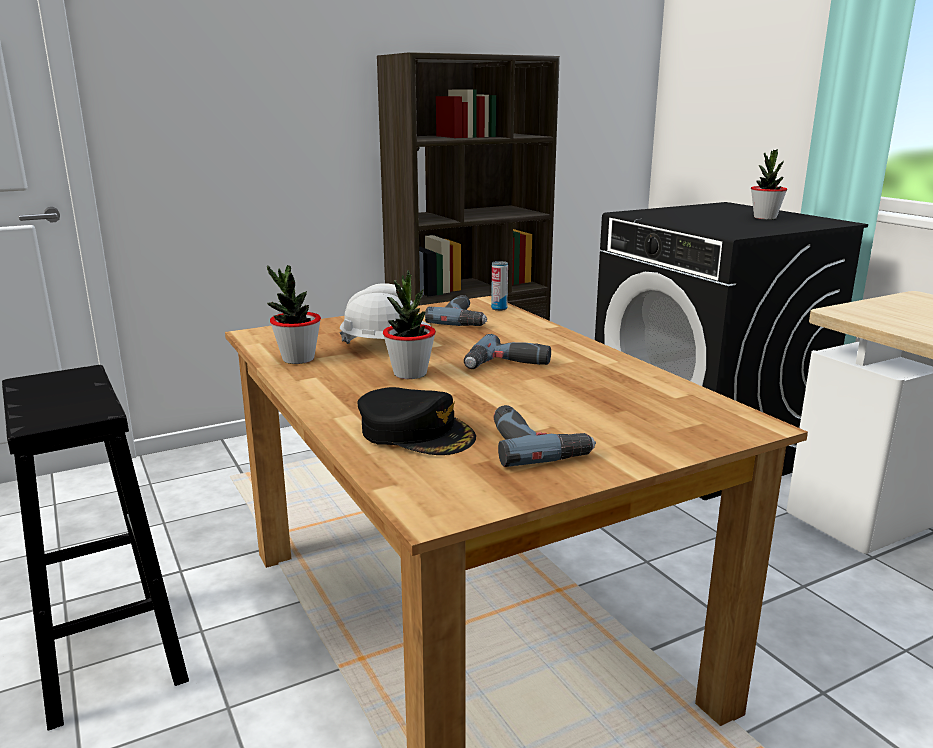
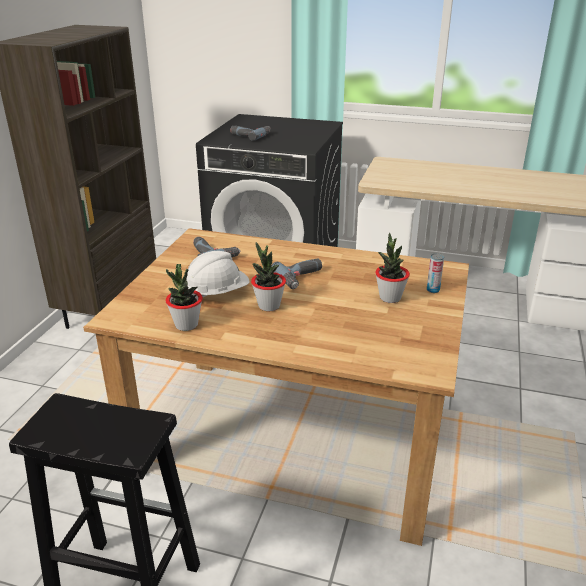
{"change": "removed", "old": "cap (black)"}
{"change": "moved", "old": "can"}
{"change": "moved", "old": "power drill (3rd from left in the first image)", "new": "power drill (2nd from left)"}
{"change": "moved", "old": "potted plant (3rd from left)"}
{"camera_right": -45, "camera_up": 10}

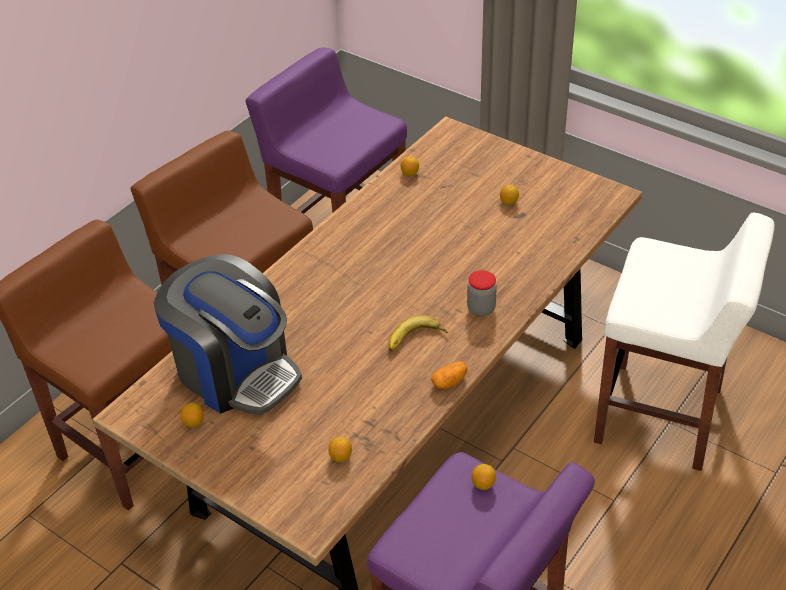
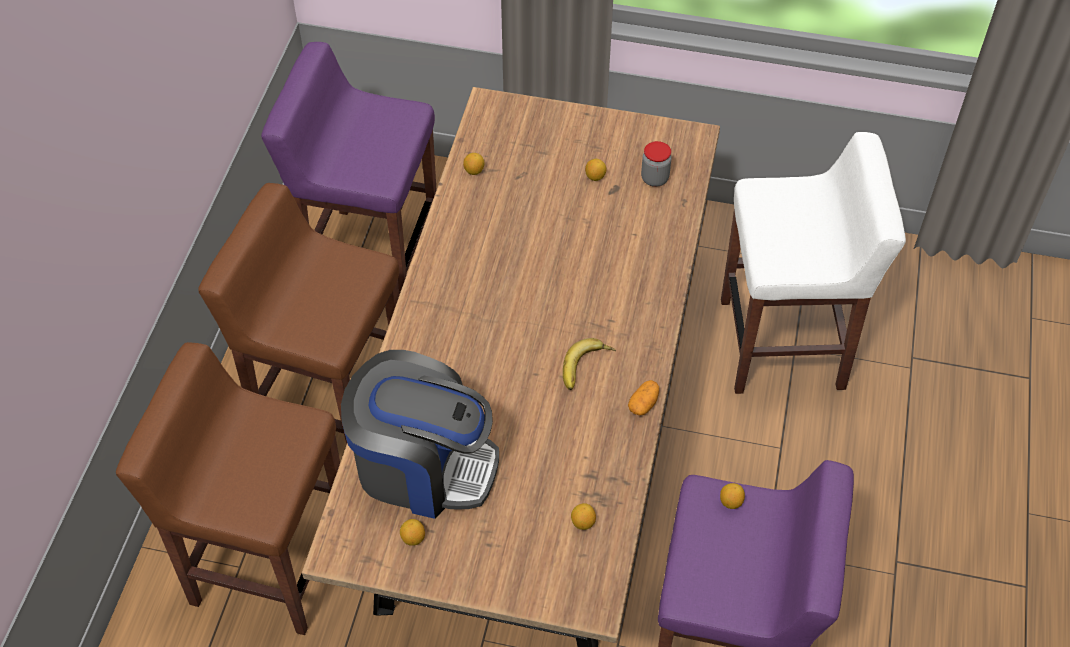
{"change": "moved", "old": "jar"}
{"camera_right": -25, "camera_up": 10}

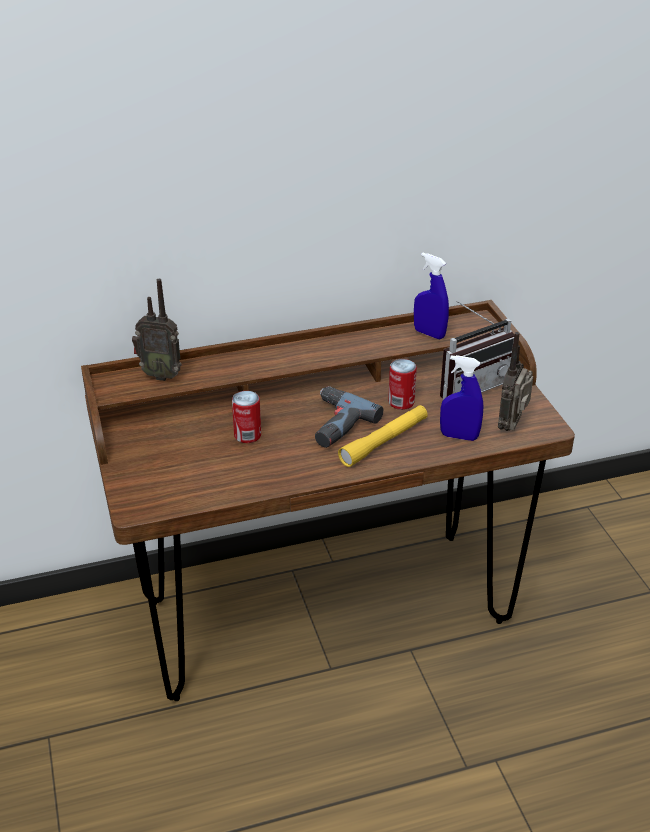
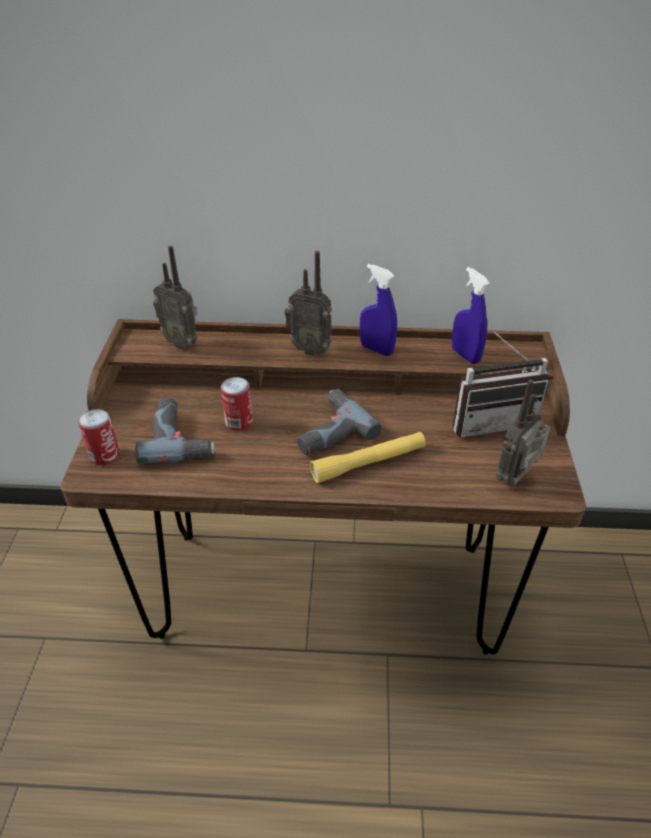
{"change": "moved", "old": "can (2nd from left in the first image)", "new": "can (1st from left)"}
{"change": "moved", "old": "spray bottle (blue) (2nd from left in the first image)", "new": "spray bottle (blue) (1st from left)"}
{"change": "added", "new": "power drill (1st from left)"}
{"change": "added", "new": "radio (2nd from left)"}
{"camera_right": 20, "camera_up": 5}

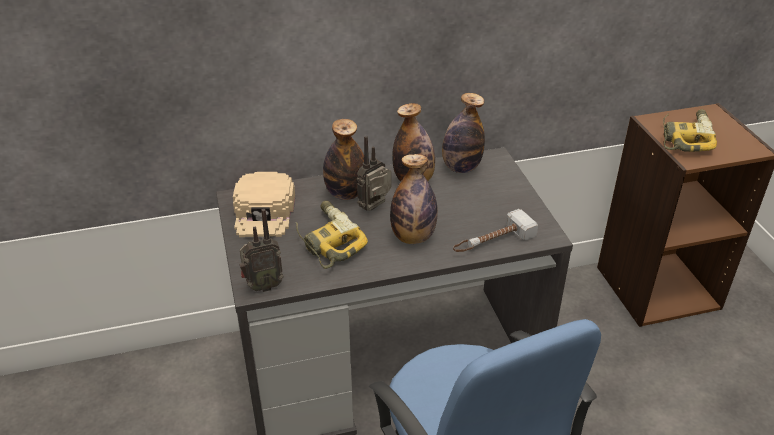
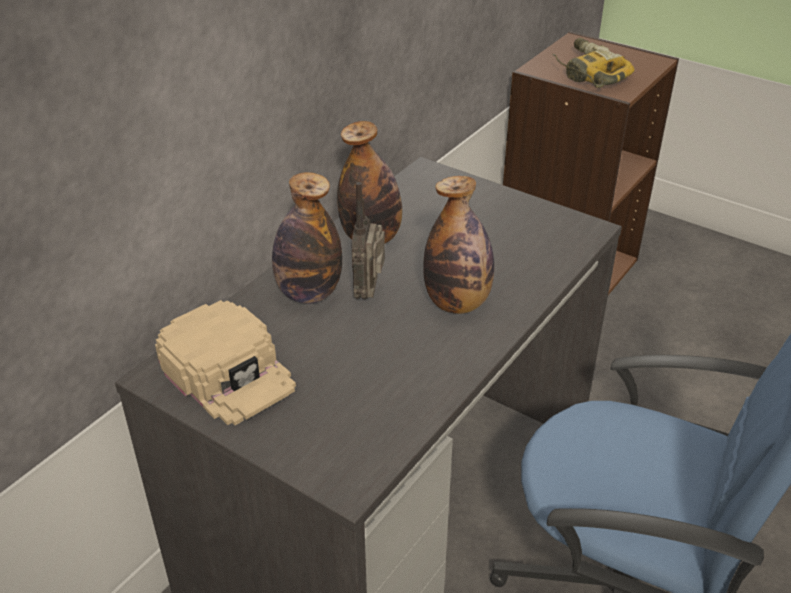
{"change": "removed", "old": "radio (1st from left)"}
{"change": "removed", "old": "power drill (1st from left)"}
{"change": "removed", "old": "bottle (4th from left)"}
{"change": "removed", "old": "hammer"}
{"camera_right": -40, "camera_up": 0}

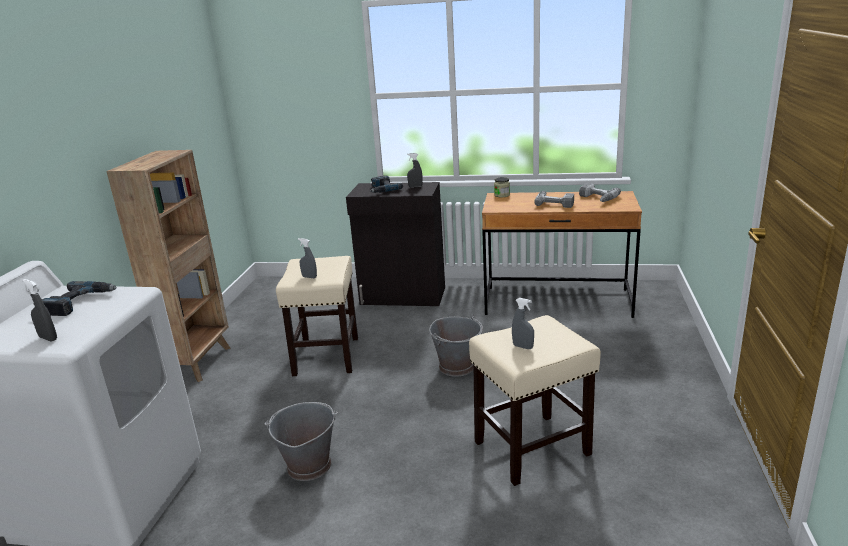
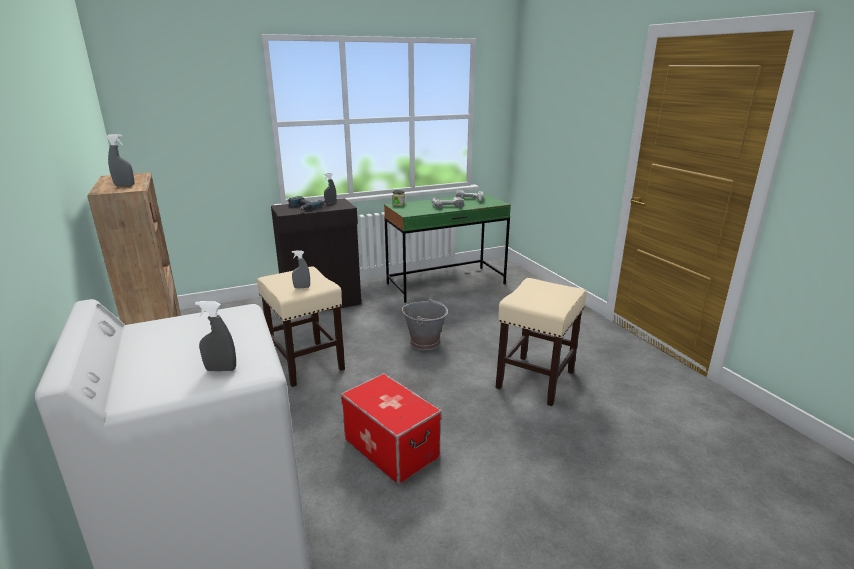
{"change": "removed", "old": "power drill (1st from left)"}
{"change": "replaced", "old": "bucket (grey) (1st from left)", "new": "storage box"}
{"change": "recoloured", "old": "desk (brown)", "new": "desk (green)"}
{"change": "moved", "old": "spray bottle (grey) (4th from left in the first image)", "new": "spray bottle (grey) (1st from left)"}
{"camera_right": -35, "camera_up": 0}

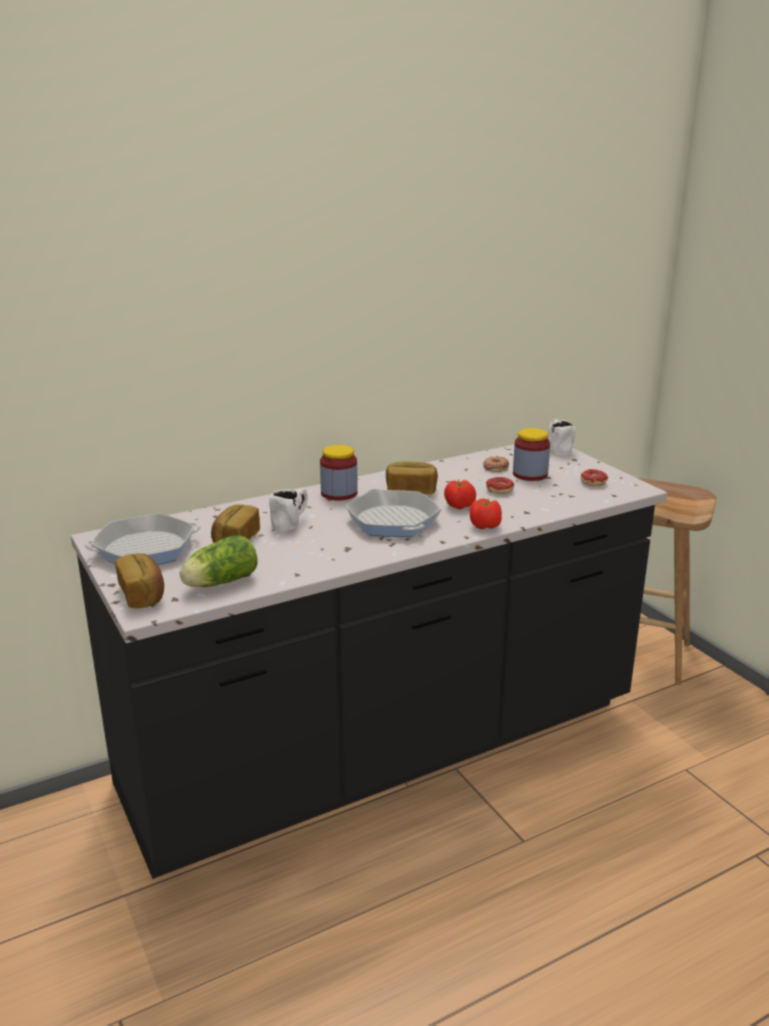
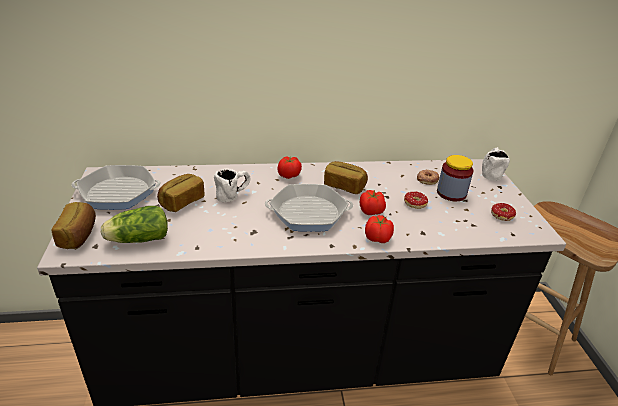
{"change": "replaced", "old": "jar (1st from left)", "new": "tomato (1st from left)"}
{"change": "turned", "old": "frying pan (2nd from left)", "degrees": 90}
{"camera_right": 20, "camera_up": 10}

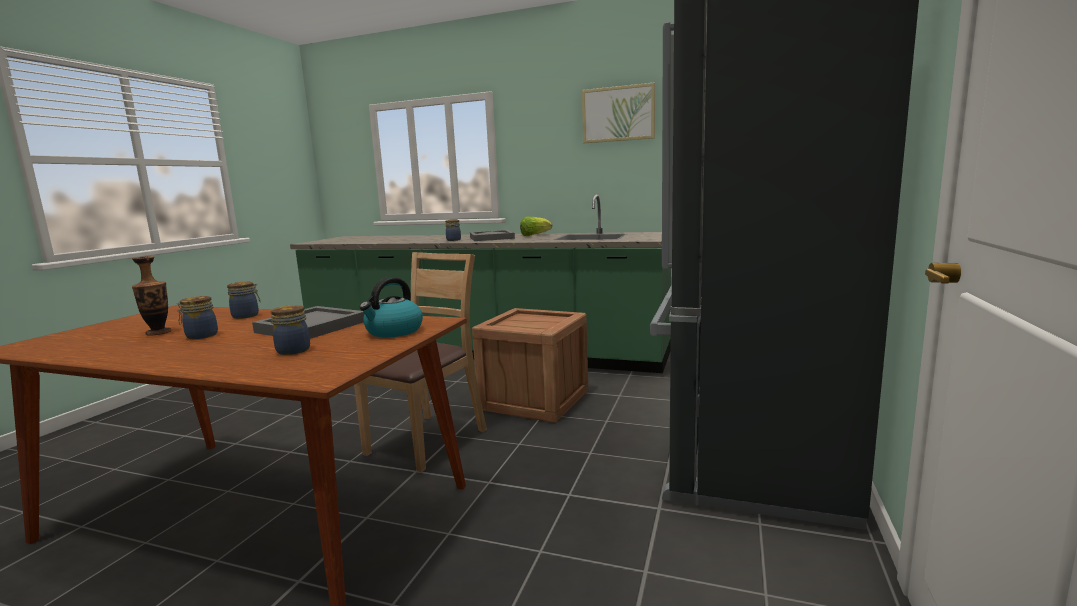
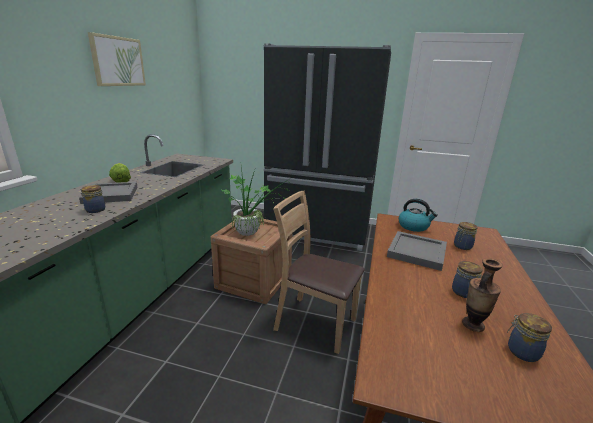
{"change": "moved", "old": "jar (2nd from left in the first image)", "new": "jar (4th from left)"}
{"change": "added", "new": "potted plant"}
{"camera_right": -95, "camera_up": 10}

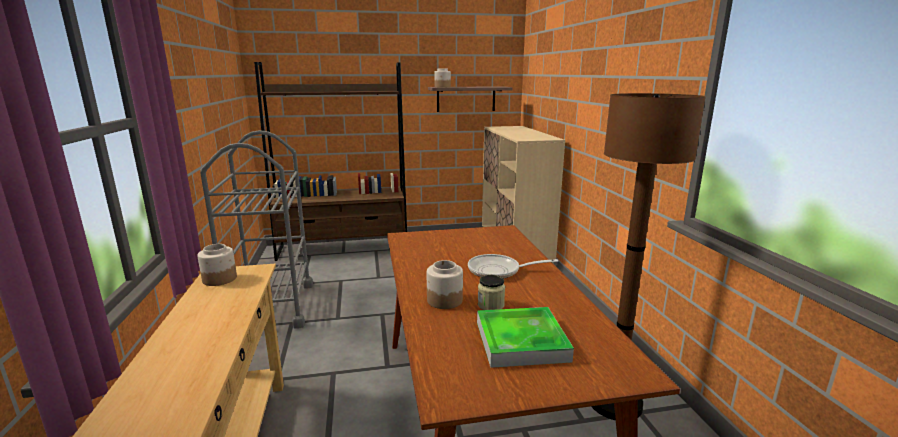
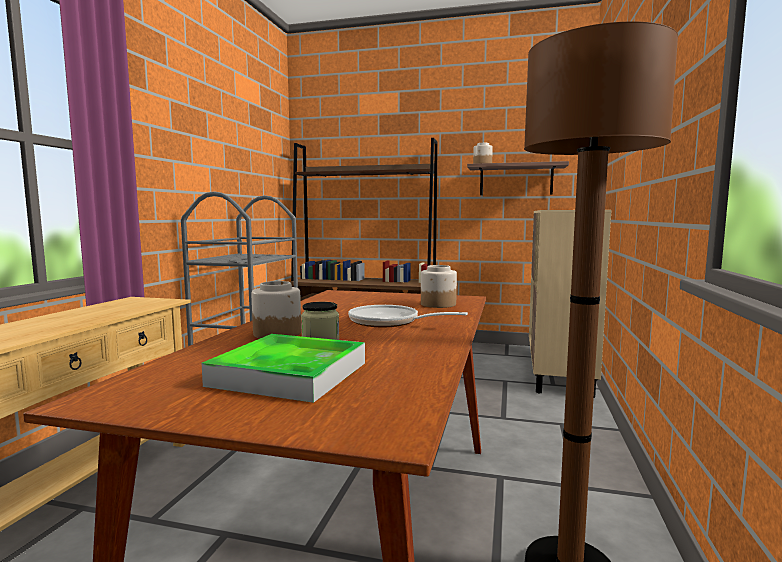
{"change": "moved", "old": "jar (1st from left in the first image)", "new": "jar (3rd from left)"}
{"camera_right": 25, "camera_up": -10}

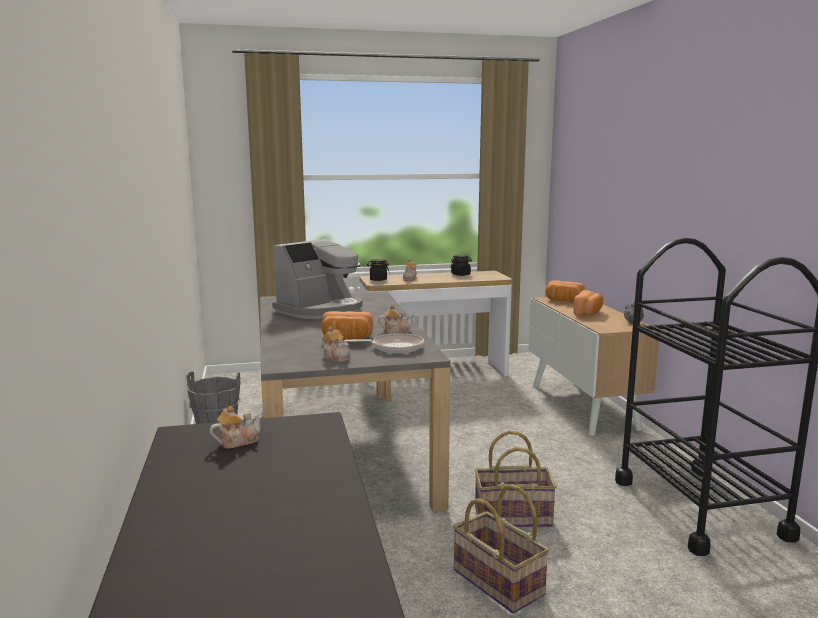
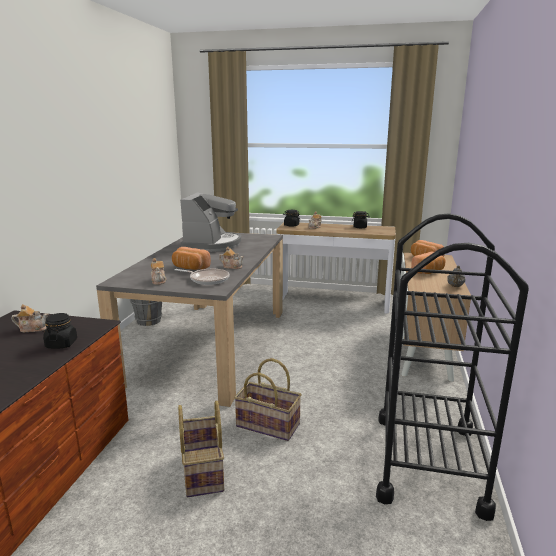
{"change": "turned", "old": "coffee machine", "degrees": -60}
{"change": "added", "new": "jar (black) (1st from left)"}
{"camera_right": 25, "camera_up": 5}

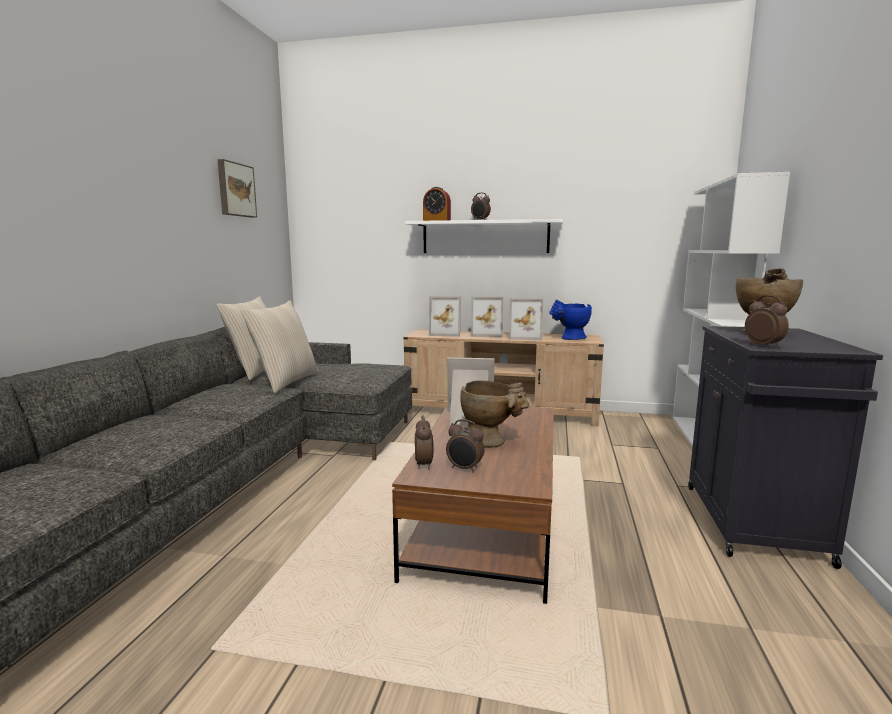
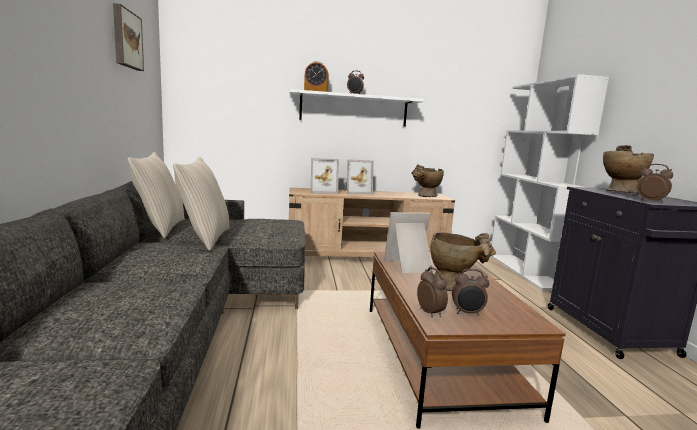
{"change": "removed", "old": "picture frame (4th from left)"}
{"change": "recoloured", "old": "vase (blue)", "new": "vase (beige) (1st from left)"}
{"camera_right": -20, "camera_up": 0}

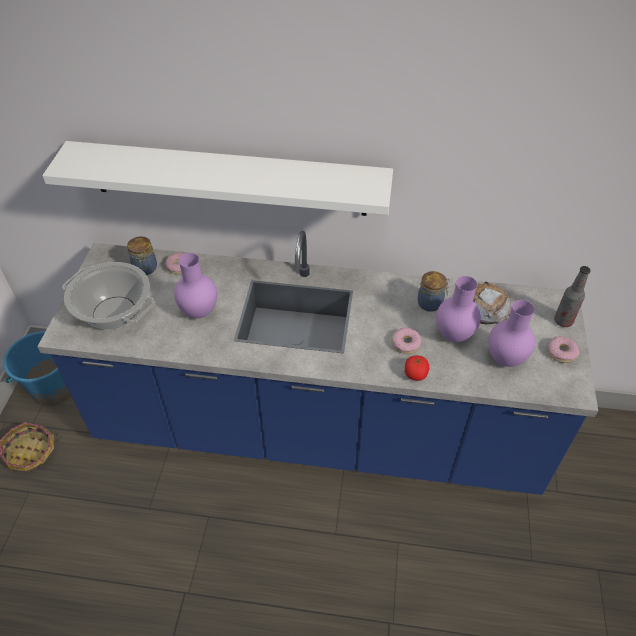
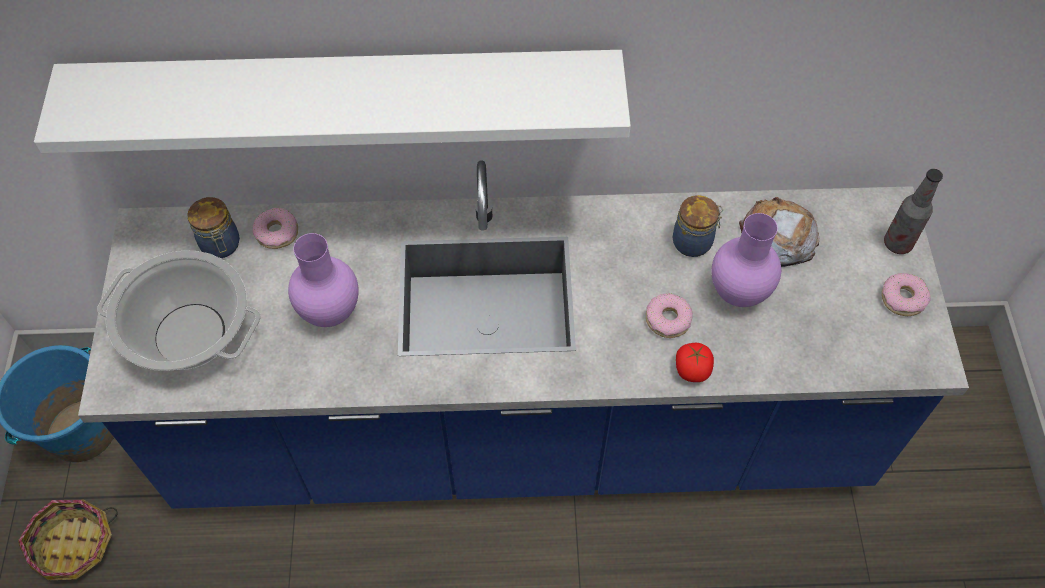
{"change": "removed", "old": "vase (purple) (3rd from left)"}
{"camera_right": -10, "camera_up": 10}

